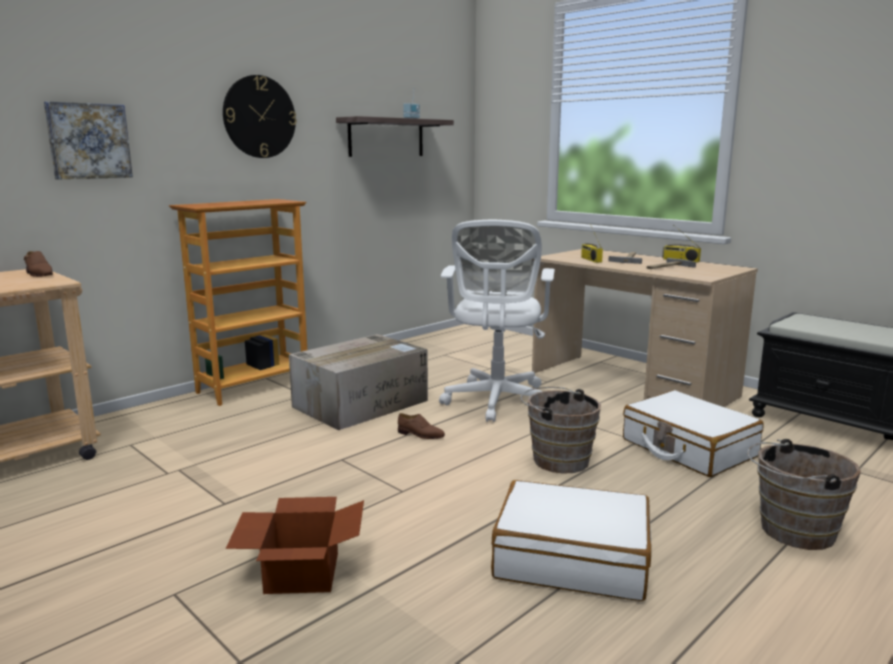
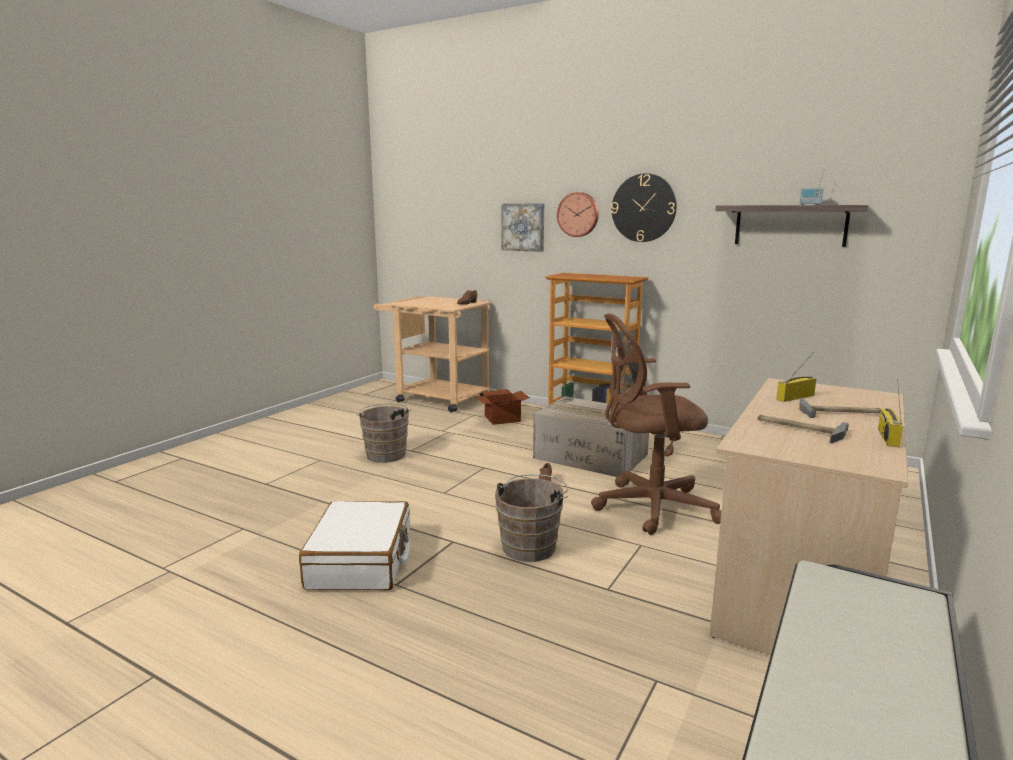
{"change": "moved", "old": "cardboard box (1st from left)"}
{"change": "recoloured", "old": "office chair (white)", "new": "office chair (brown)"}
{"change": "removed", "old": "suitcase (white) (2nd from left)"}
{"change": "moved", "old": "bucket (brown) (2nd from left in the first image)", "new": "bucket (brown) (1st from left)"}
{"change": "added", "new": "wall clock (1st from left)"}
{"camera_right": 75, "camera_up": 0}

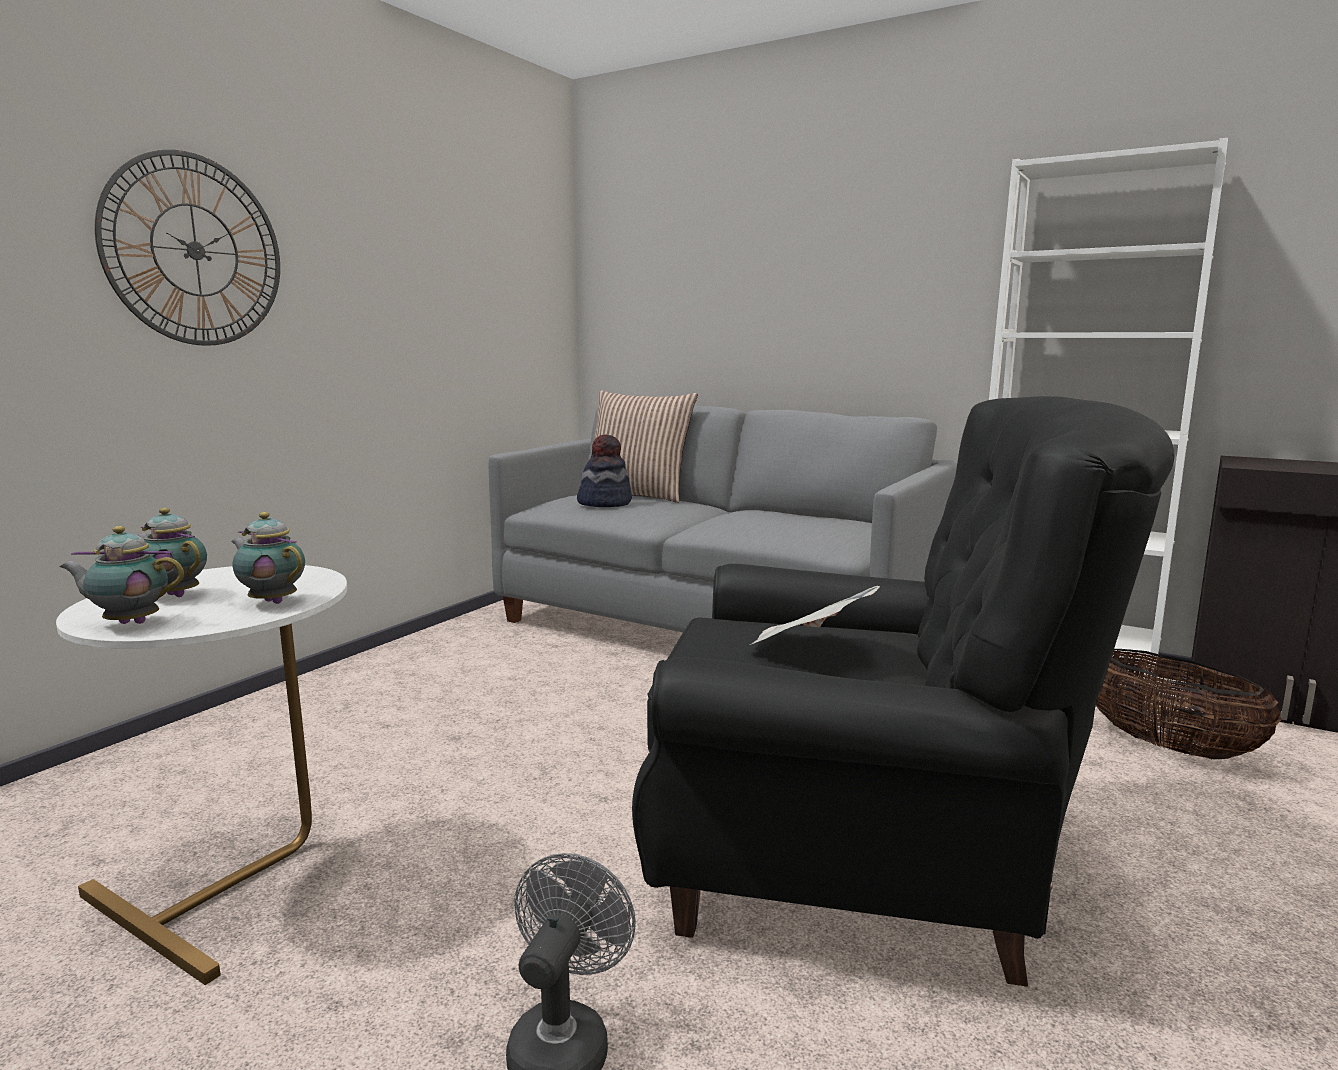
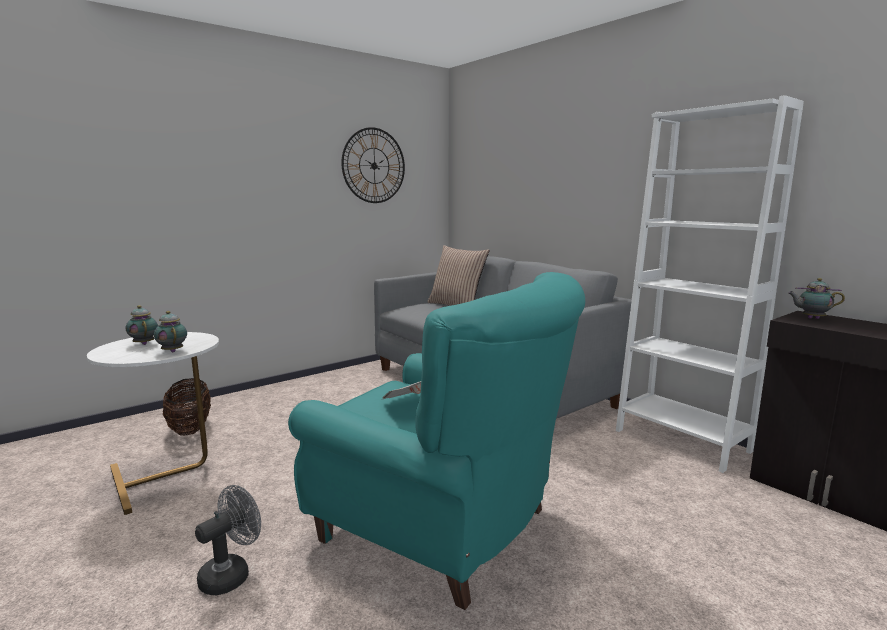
{"change": "moved", "old": "teapot (1st from left in the first image)", "new": "teapot (3rd from left)"}
{"change": "moved", "old": "wall clock"}
{"change": "removed", "old": "hat"}
{"change": "recoloured", "old": "armchair (black)", "new": "armchair (turquoise)"}
{"change": "moved", "old": "basket"}
{"camera_right": 20, "camera_up": 0}

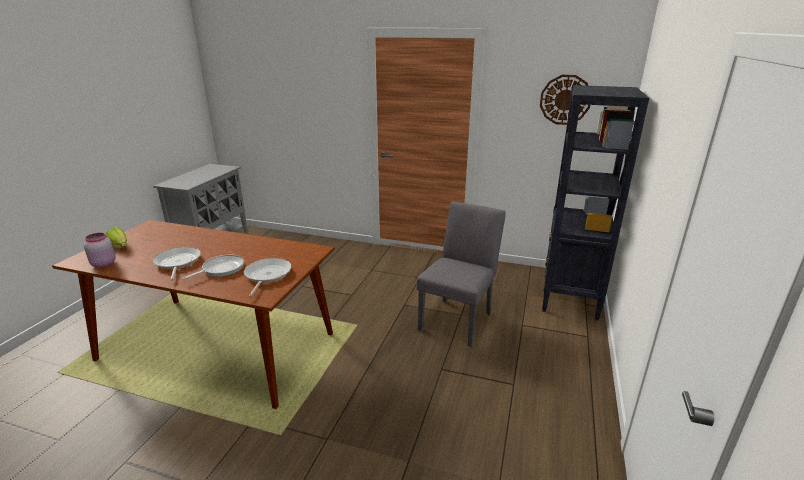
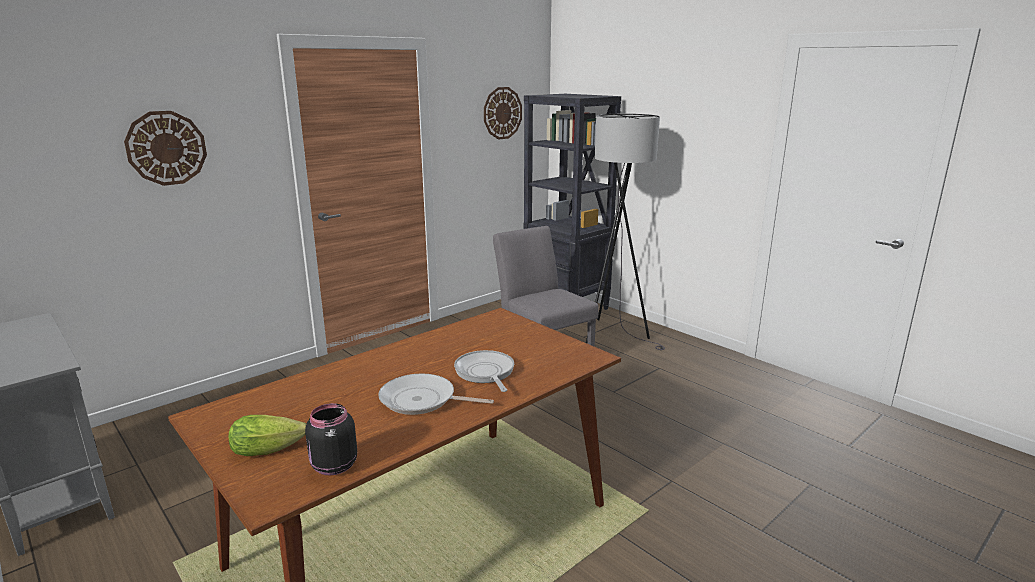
{"change": "recoloured", "old": "jar (pink)", "new": "jar (black)"}
{"change": "removed", "old": "frying pan (3rd from left)"}
{"change": "added", "new": "wall clock (1st from left)"}
{"change": "added", "new": "floor lamp (grey)"}
{"camera_right": -60, "camera_up": -5}

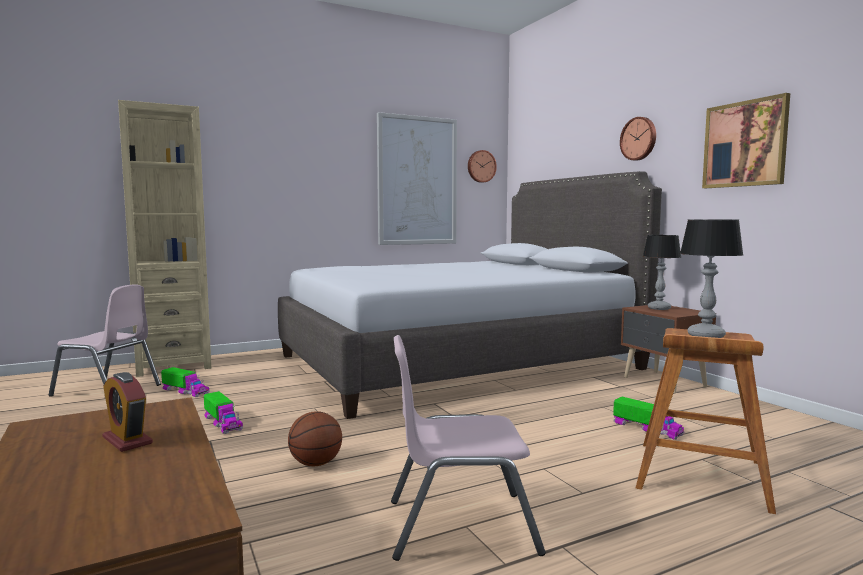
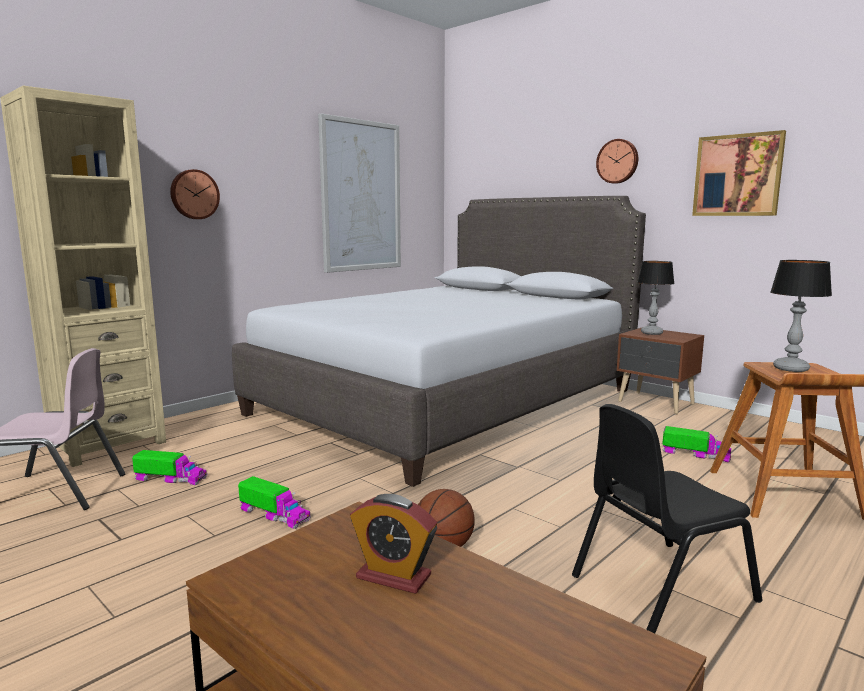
{"change": "recoloured", "old": "chair (pink) (2nd from left)", "new": "chair (black)"}
{"change": "moved", "old": "wall clock (1st from left)"}
{"camera_right": -20, "camera_up": 5}

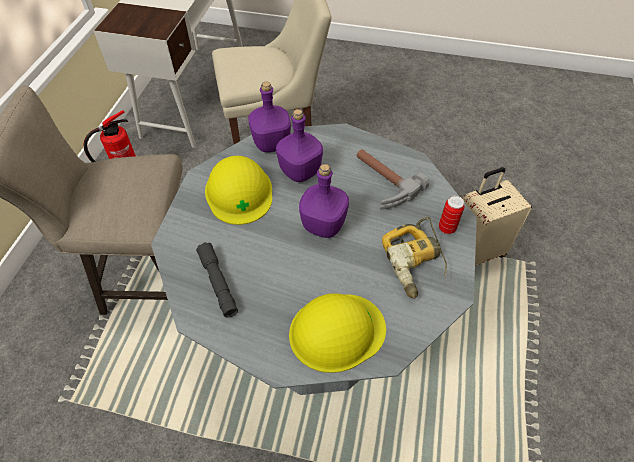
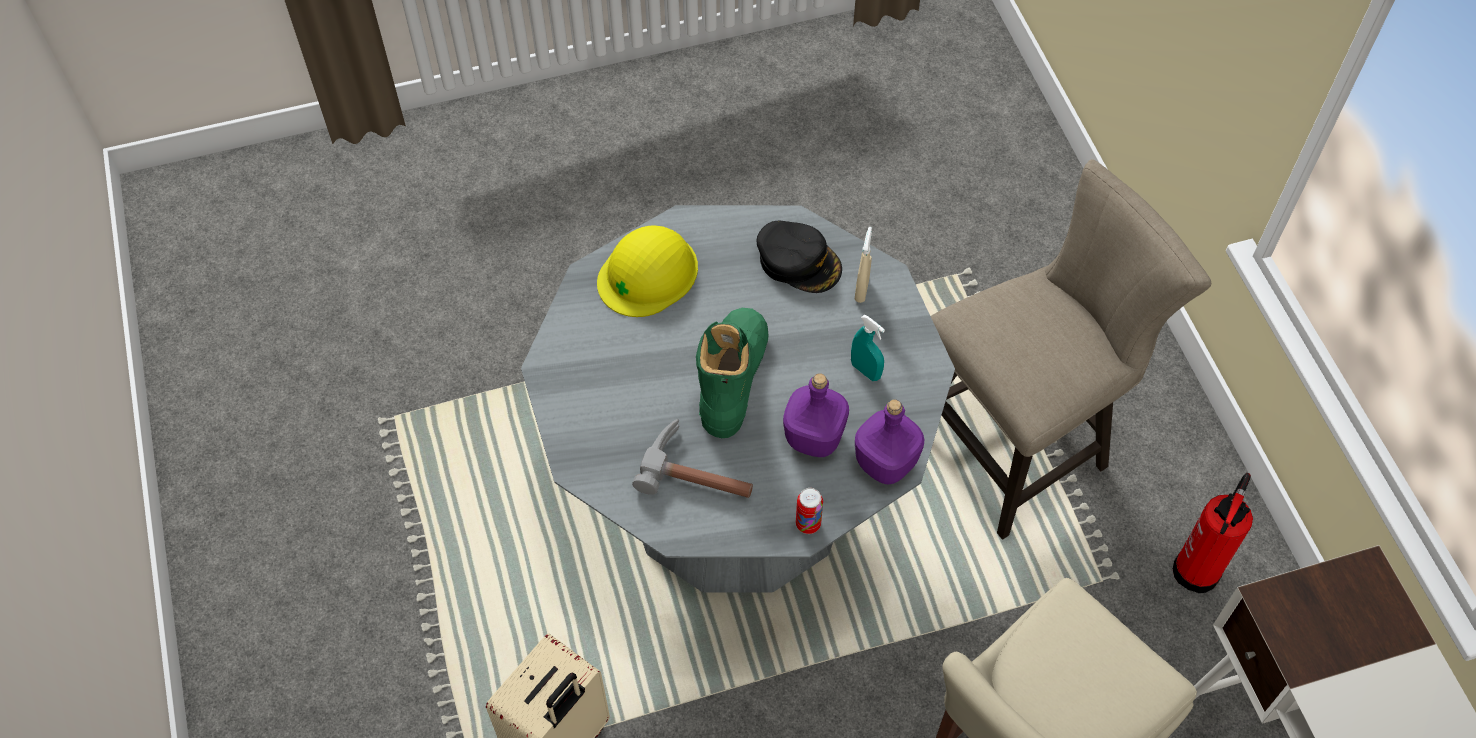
{"change": "replaced", "old": "flashlight (grey)", "new": "cap (black)"}
{"change": "replaced", "old": "hard hat (yellow) (1st from left)", "new": "spray bottle (turquoise)"}
{"change": "replaced", "old": "bottle (purple) (3rd from left)", "new": "boot (green)"}
{"change": "removed", "old": "power drill"}
{"change": "moved", "old": "can"}
{"change": "added", "new": "spray bottle (beige)"}
{"camera_right": 150, "camera_up": 5}

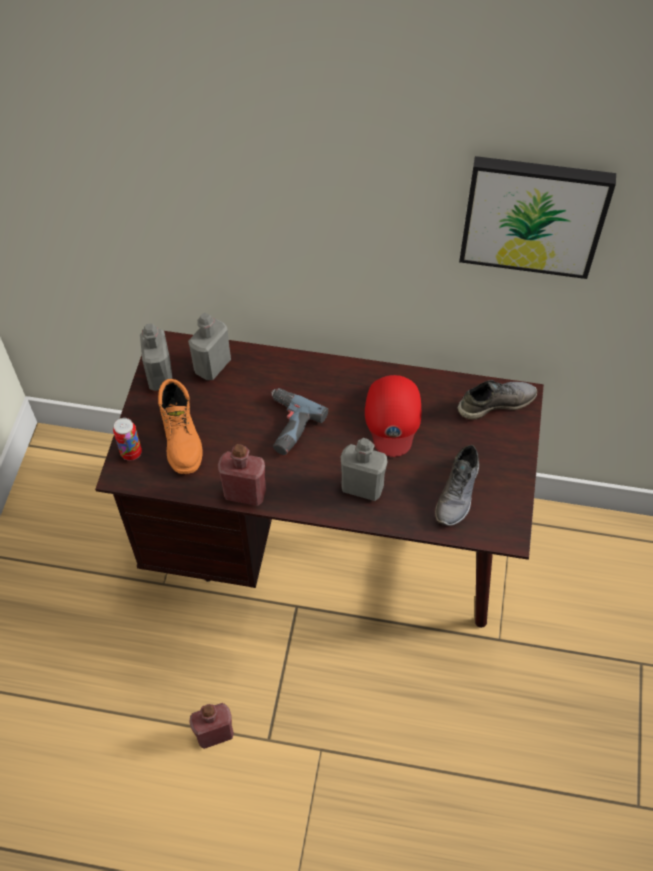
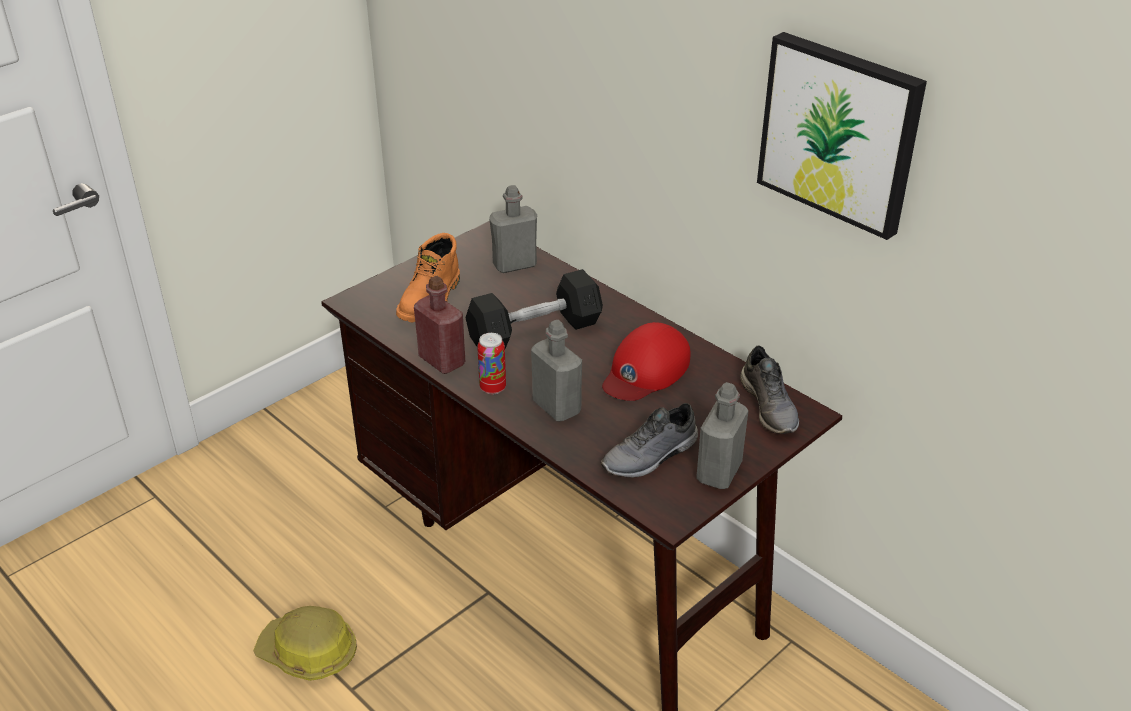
{"change": "moved", "old": "can"}
{"change": "moved", "old": "bottle (grey) (1st from left in the first image)", "new": "bottle (grey) (3rd from left)"}
{"change": "replaced", "old": "bottle (red) (1st from left)", "new": "hard hat"}
{"change": "replaced", "old": "power drill", "new": "dumbbell (black)"}
{"change": "turned", "old": "shoe (grey) (2nd from left)", "degrees": 60}
{"camera_right": 35, "camera_up": -20}

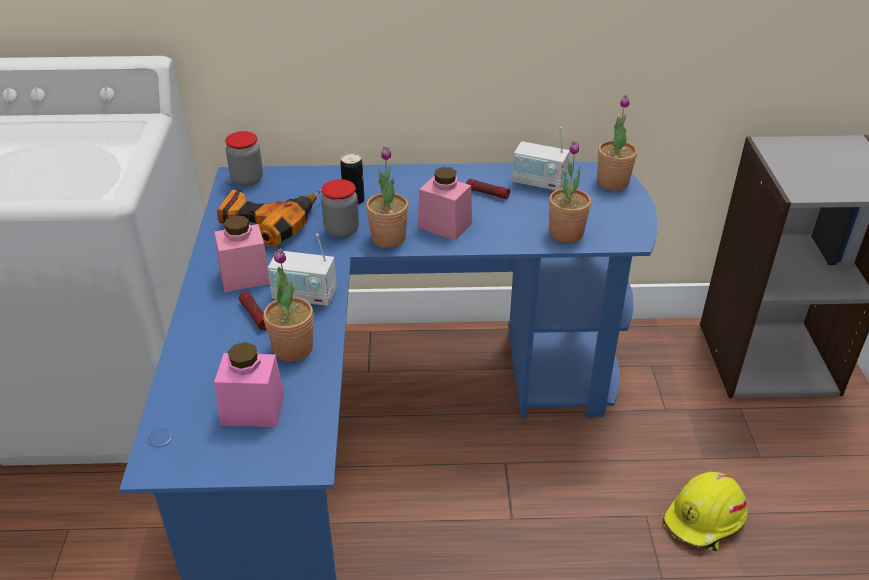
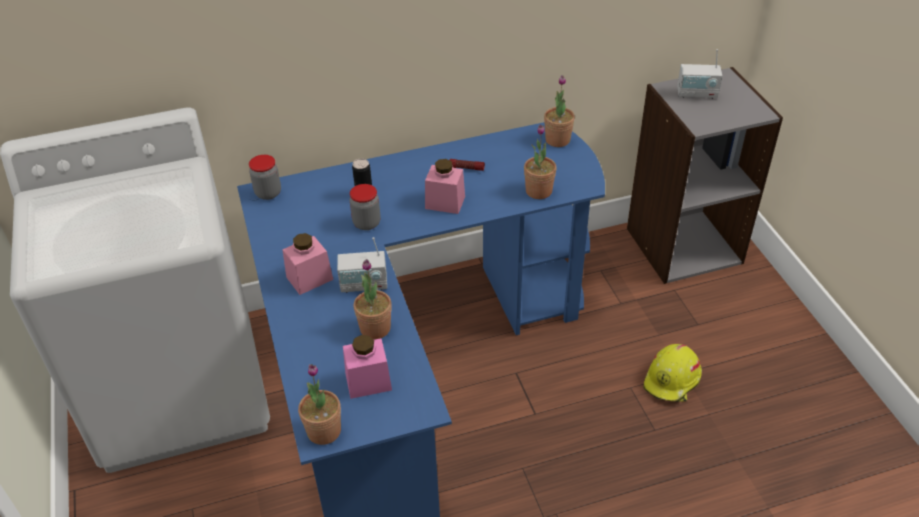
{"change": "removed", "old": "power drill"}
{"change": "removed", "old": "flashlight (1st from left)"}
{"change": "moved", "old": "potted plant (2nd from left in the first image)", "new": "potted plant (1st from left)"}
{"change": "moved", "old": "radio (2nd from left)"}
{"camera_right": -15, "camera_up": 5}

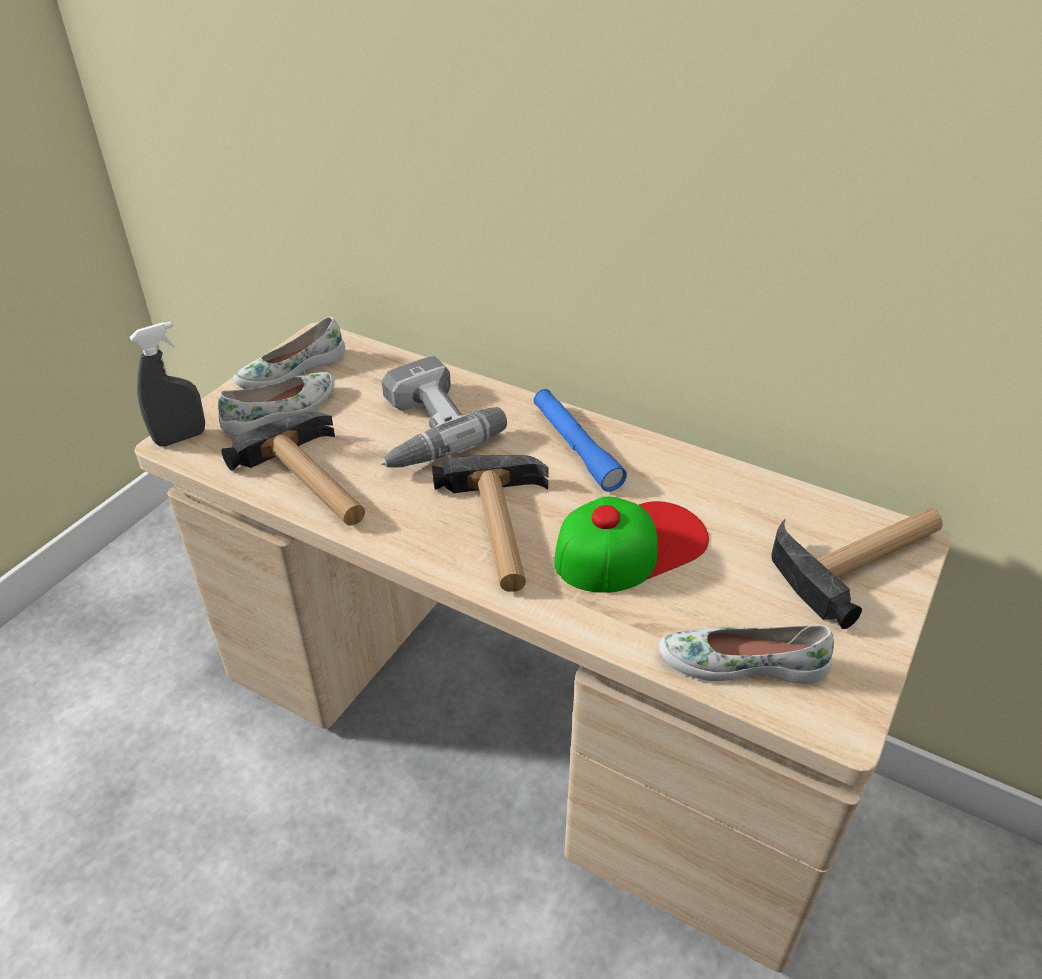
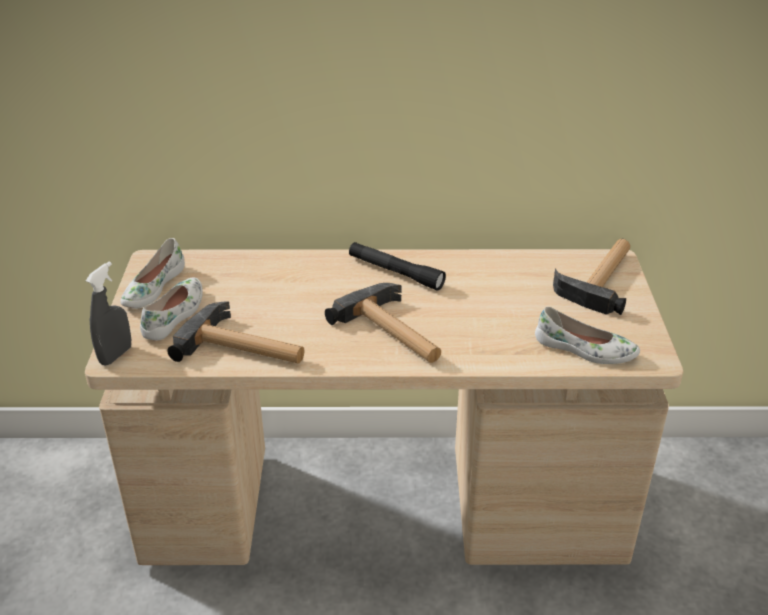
{"change": "removed", "old": "power drill"}
{"change": "recoloured", "old": "flashlight (blue)", "new": "flashlight (black)"}
{"change": "removed", "old": "cap"}
{"change": "turned", "old": "shoe (white) (3rd from left)", "degrees": -135}
{"camera_right": -30, "camera_up": -5}

